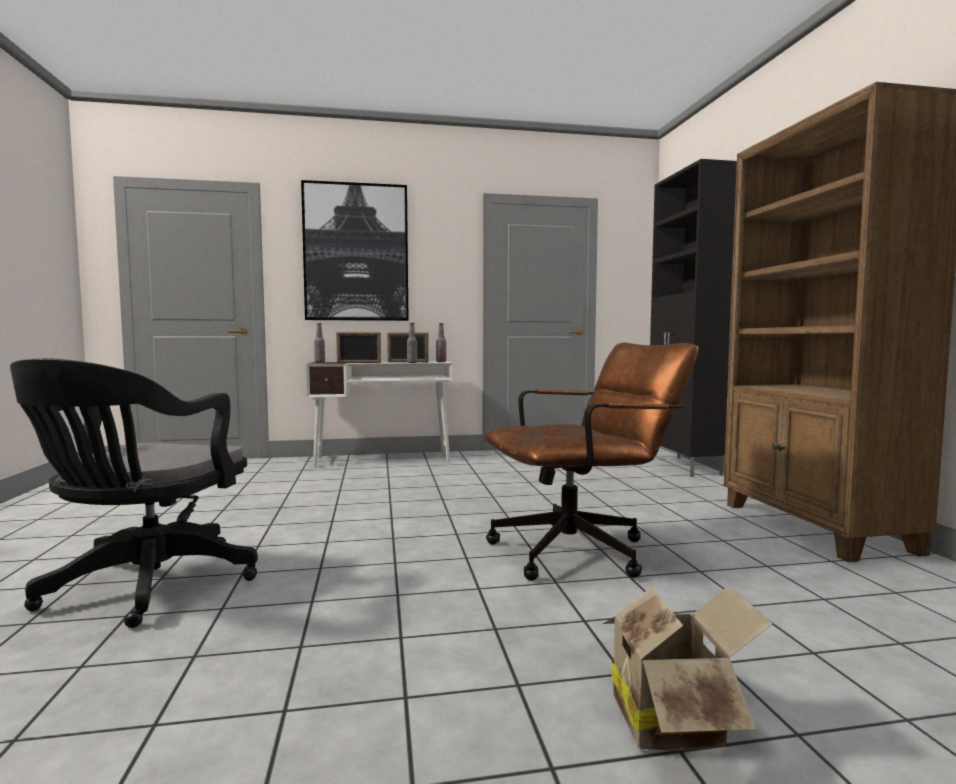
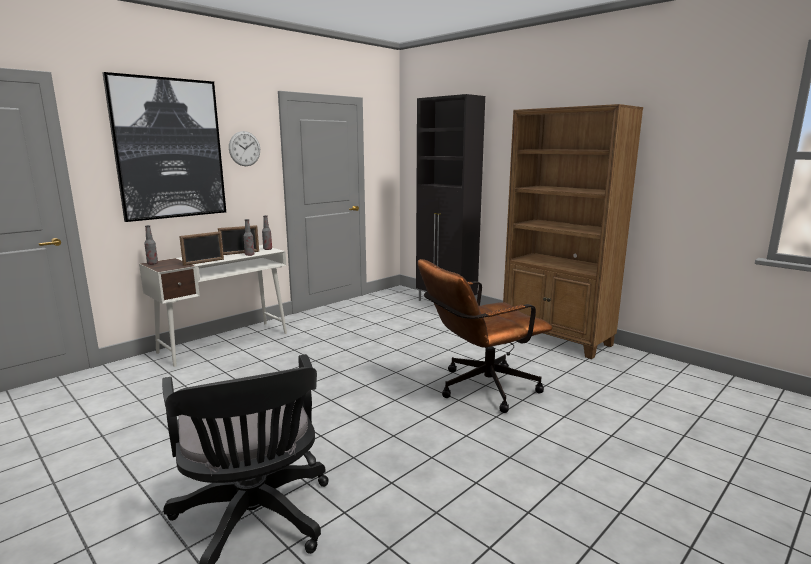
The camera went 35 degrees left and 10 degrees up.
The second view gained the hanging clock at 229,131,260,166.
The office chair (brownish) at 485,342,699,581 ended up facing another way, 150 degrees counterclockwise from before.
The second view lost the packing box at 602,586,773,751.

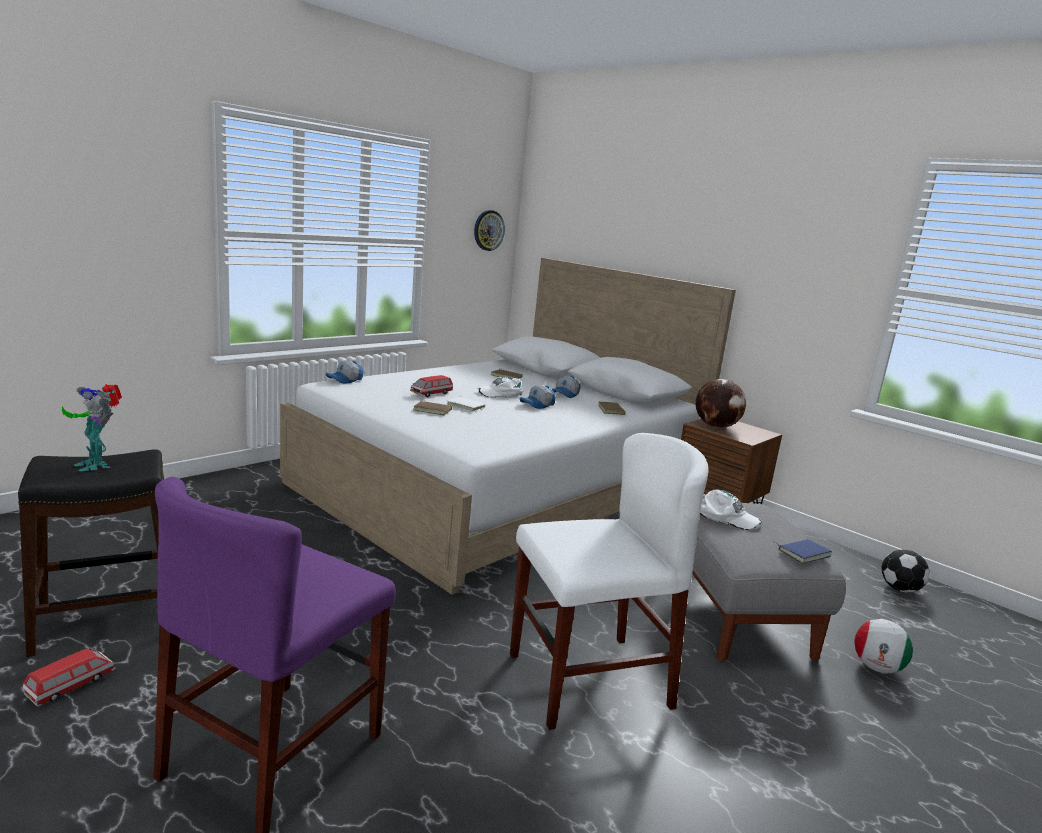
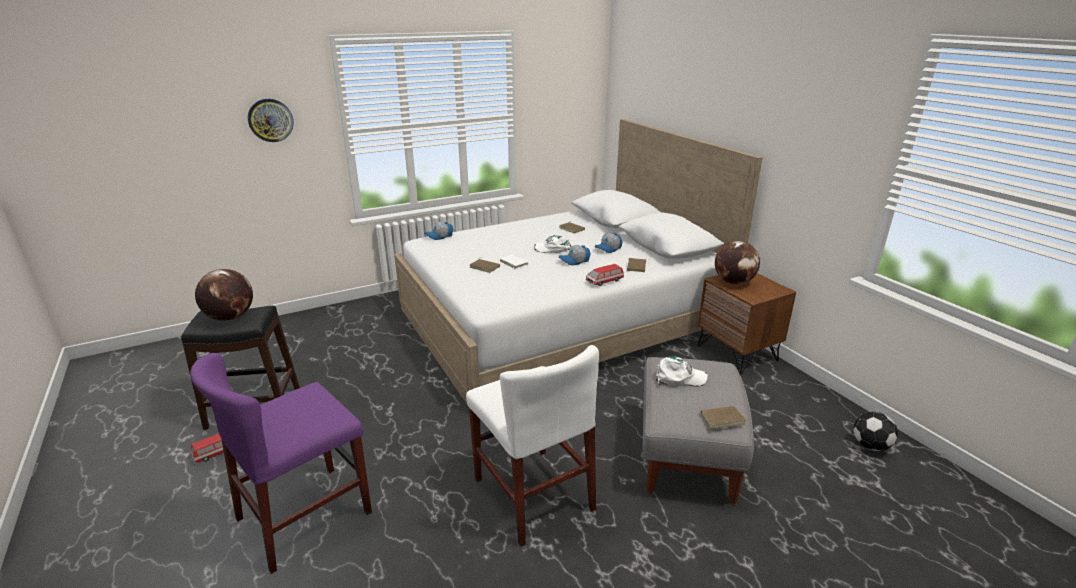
The camera went 20 degrees right and 10 degrees up.
Where the robot figure stood at 62,384,122,471, the globe came to stand at 195,269,253,321.
The hanging clock ended up elsewhere, having gone from 474,210,505,251 to 248,99,294,142.
The chair (white-coloured) at 510,433,708,730 ended up facing another way, 60 degrees clockwise from before.
The model car ended up elsewhere, having gone from 410,375,453,397 to 585,264,624,286.
The peaked cap (white-coloured) at 700,490,762,530 ended up facing another way, 45 degrees counterclockwise from before.
What was the book (bluish) at 775,539,832,563 turned into the book (brownish) at 699,406,746,429.
The second view lost the football at 854,619,913,674.

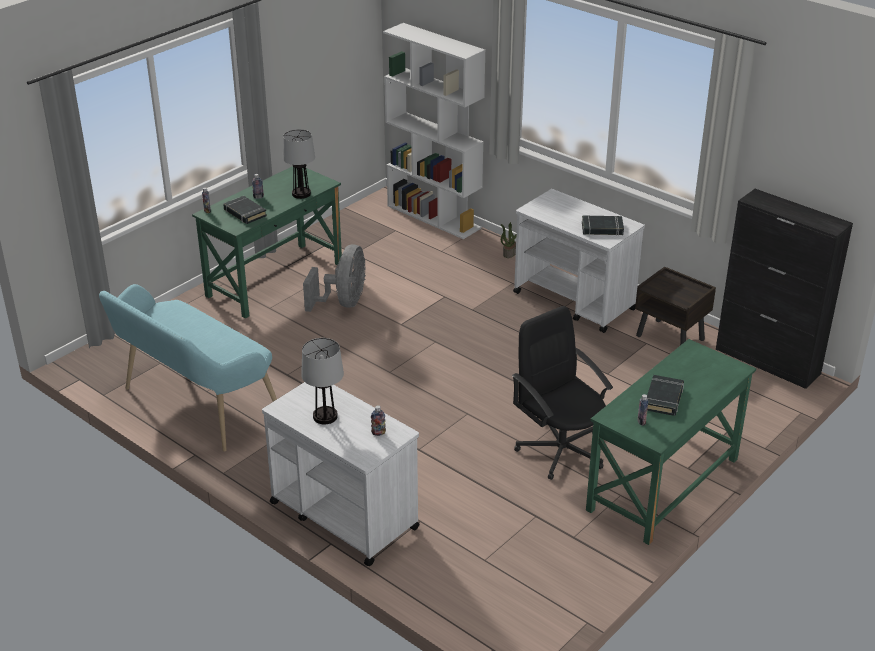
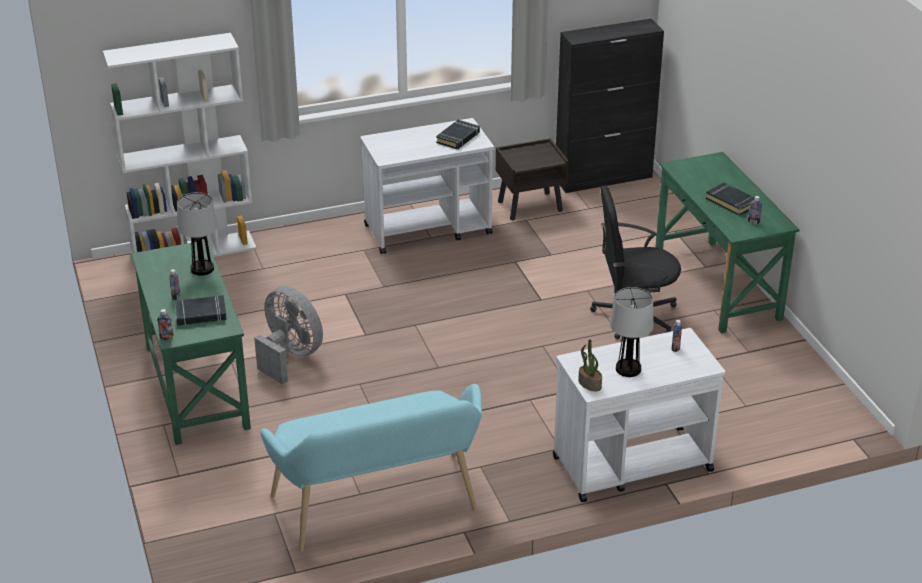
The camera went 60 degrees left and 0 degrees up.
The potted plant ended up elsewhere, having gone from 501,222,517,258 to 578,339,602,391.

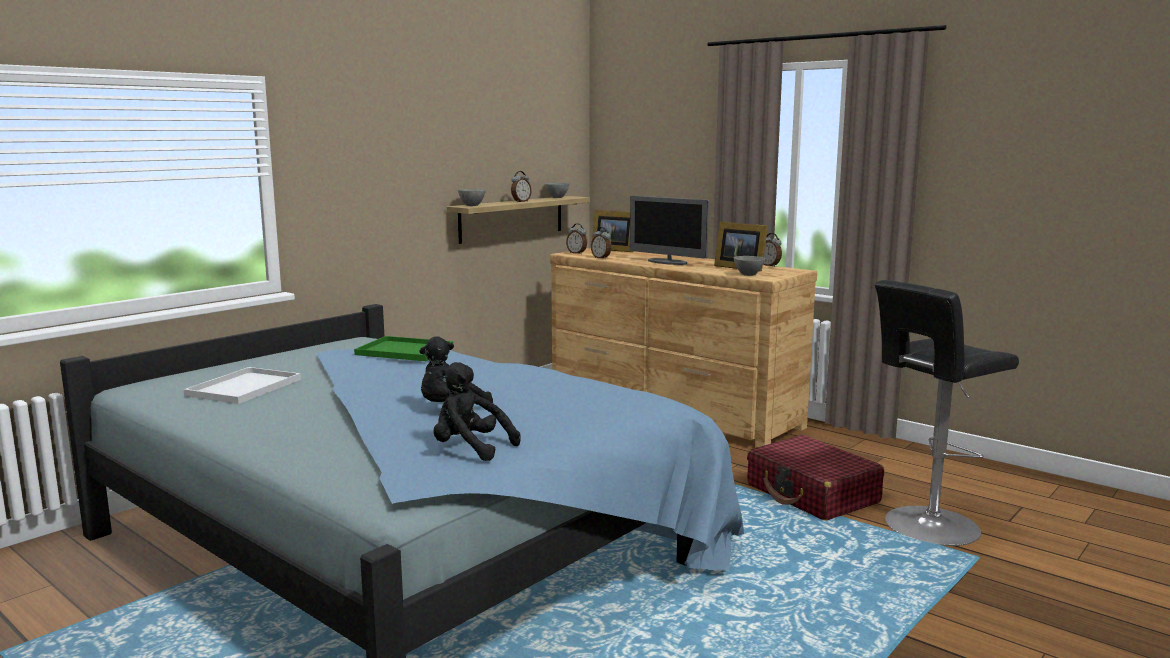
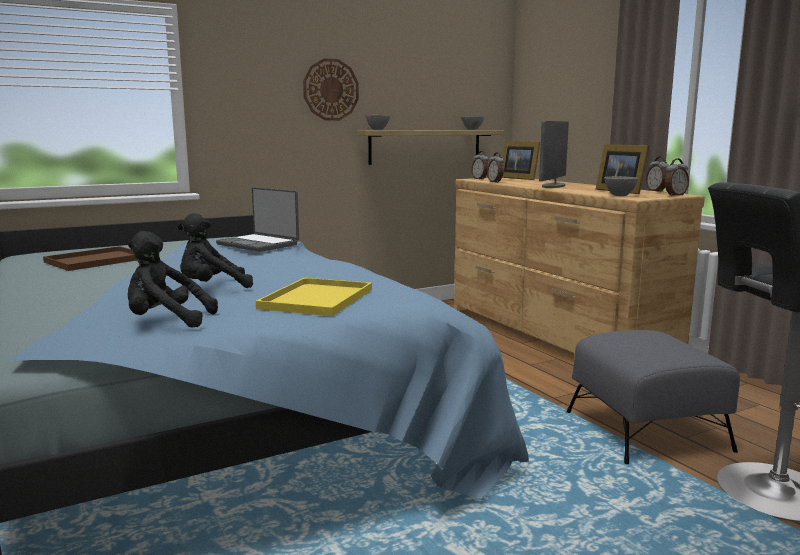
The camera went 20 degrees right and 0 degrees up.
What was the carrying tray (white-coloured) at 183,367,301,404 turned into the carrying tray (brownish) at 43,246,137,271.
The cuddly toy (blackish) at 433,362,521,461 ended up facing another way, 45 degrees counterclockwise from before.
Where the carrying tray (green) stood at 354,336,453,361, the notebook computer came to stand at 216,187,299,252.
The second view gained the carrying tray (yellow) at 256,278,372,316.
The second view gained the hanging clock at 303,58,359,121.
The computer screen at 630,196,709,265 ended up facing another way, 60 degrees clockwise from before.
Where the suitcase (red) stood at 747,435,884,520, the pouffe (grey) came to stand at 566,330,740,464.
The bedside clock ended up elsewhere, having gone from 511,171,532,203 to 665,159,689,196.

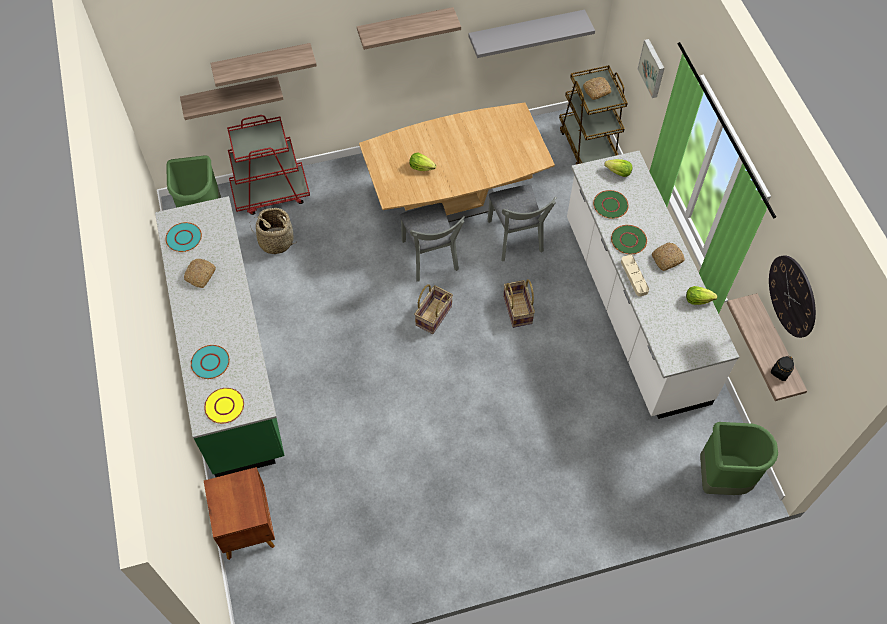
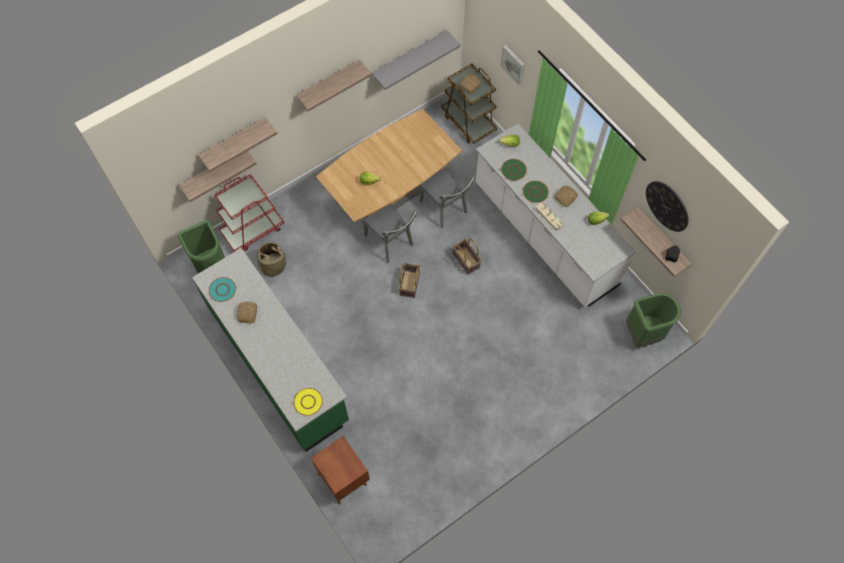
The camera went 20 degrees left and 5 degrees up.
The second view lost the dinner plate (turquoise) at 191,345,230,379.

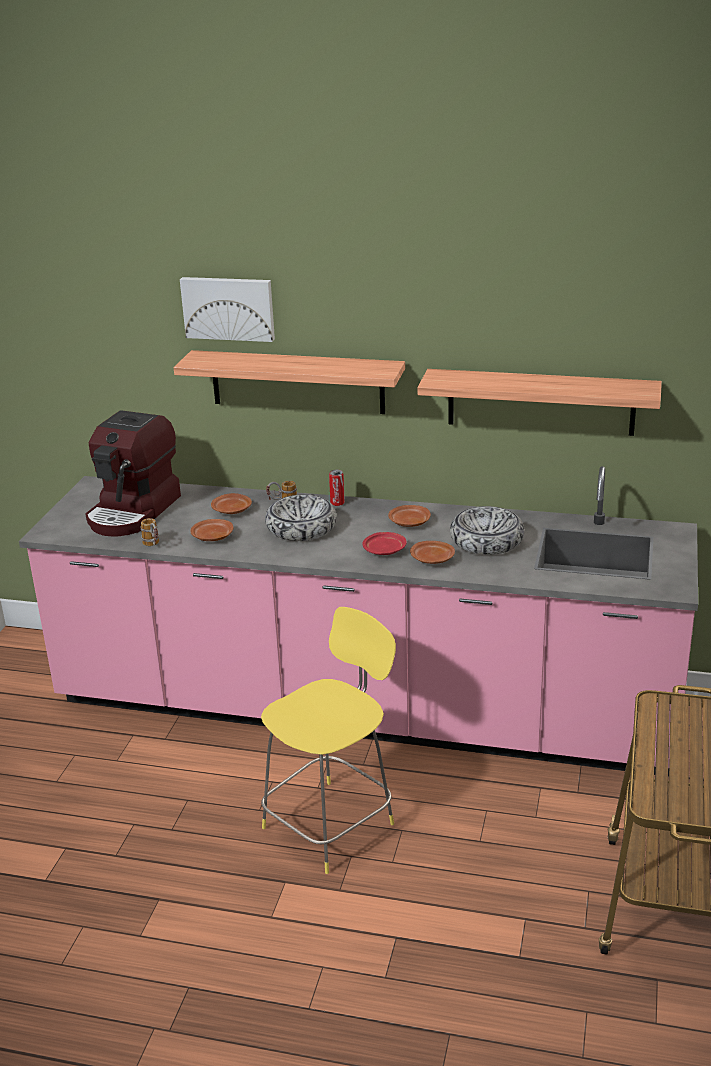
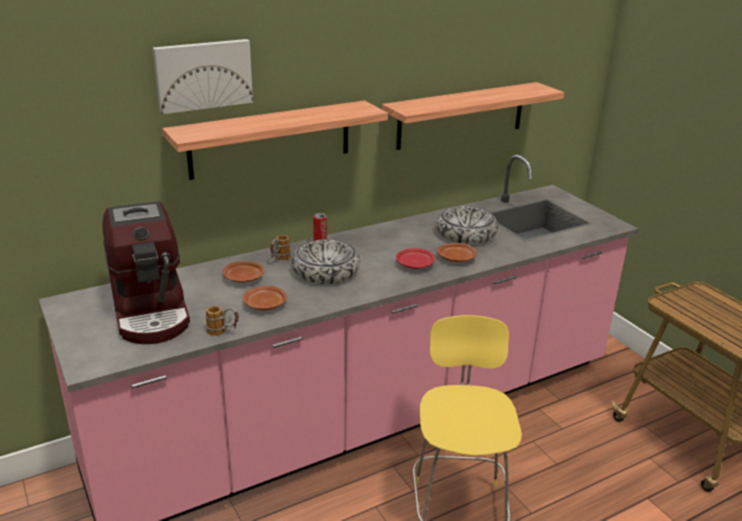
The camera went 45 degrees left and 0 degrees up.
The second view lost the dinner plate (brownish) at 388,505,431,527.

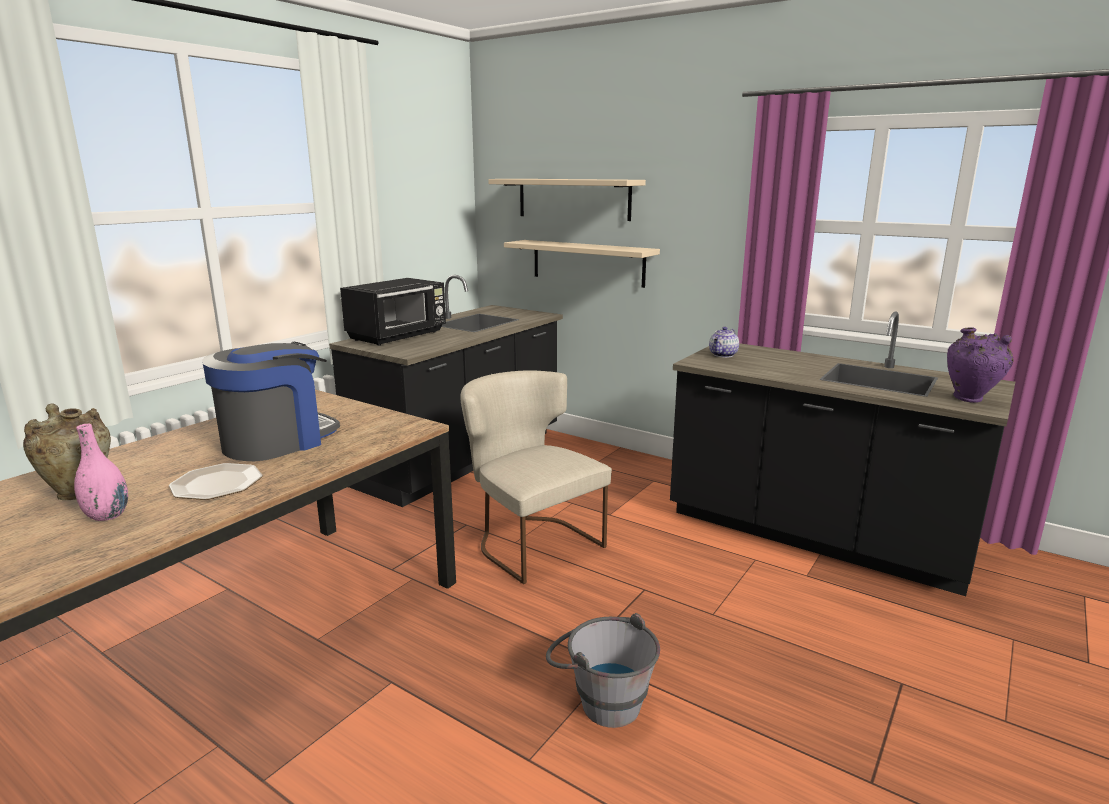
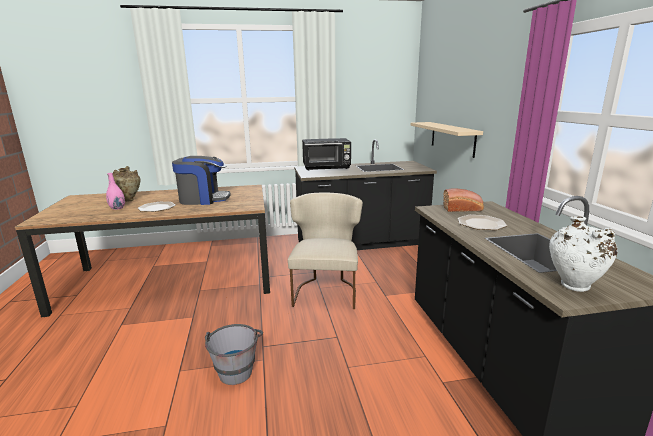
The camera went 45 degrees right and 0 degrees up.
Where the pot for tea stood at 709,327,739,358, the bakery bread came to stand at 444,188,484,212.
The second view gained the dinner plate at 458,215,507,230.
What was the vase (purplish) at 947,327,1014,403 turned into the vase (white-coloured) at 549,216,618,292.
The second view lost the bracket shelf (sand-coloured) at 488,179,646,221.

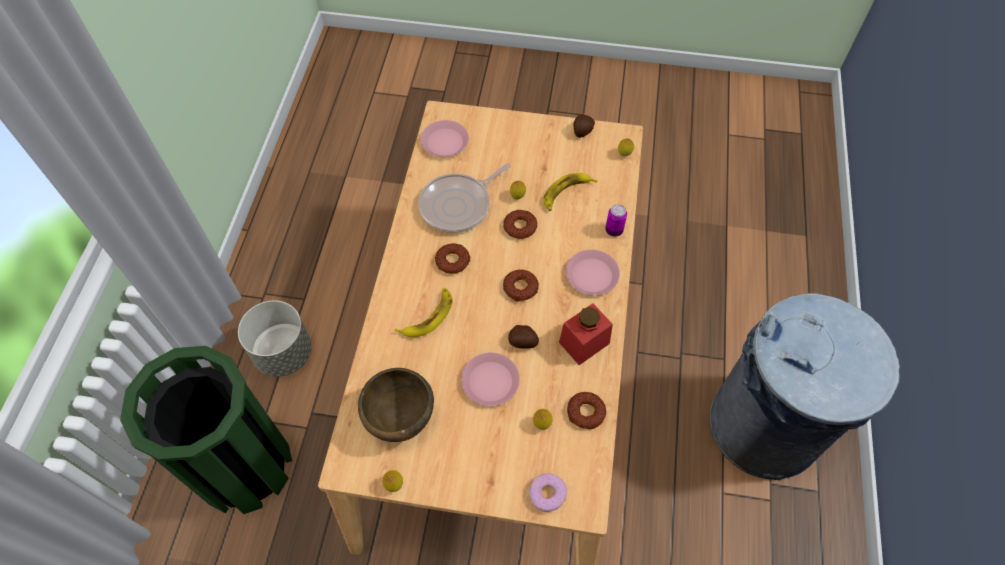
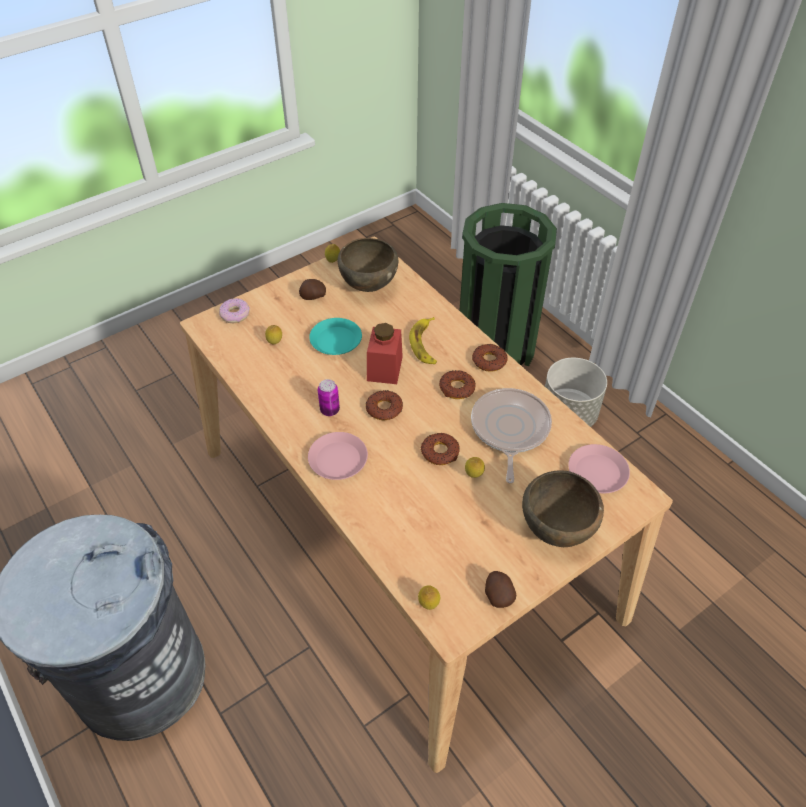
The camera went 135 degrees right and 10 degrees down.
The potato ended up elsewhere, having gone from 508,325,539,349 to 299,279,326,300.
What was the dinner plate (pink) at 461,352,520,406 turned into the dinner plate (turquoise) at 309,318,362,355.
The metal can ended up elsewhere, having gone from 605,204,627,237 to 318,379,340,416.
The jar (red) ended up elsewhere, having gone from 559,303,613,365 to 367,323,403,384.
The doughnut ended up elsewhere, having gone from 567,392,607,429 to 472,343,508,372.
The second view gained the deep dish (brownish) at 522,470,604,547.
The second view lost the banana at 543,173,597,211.

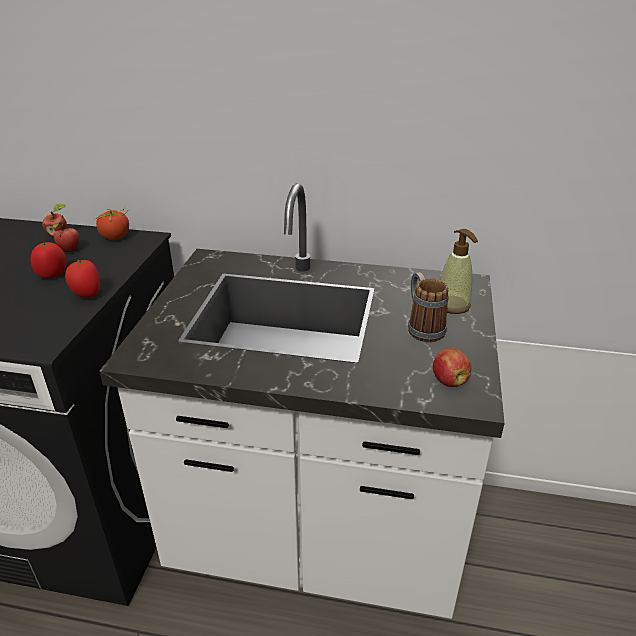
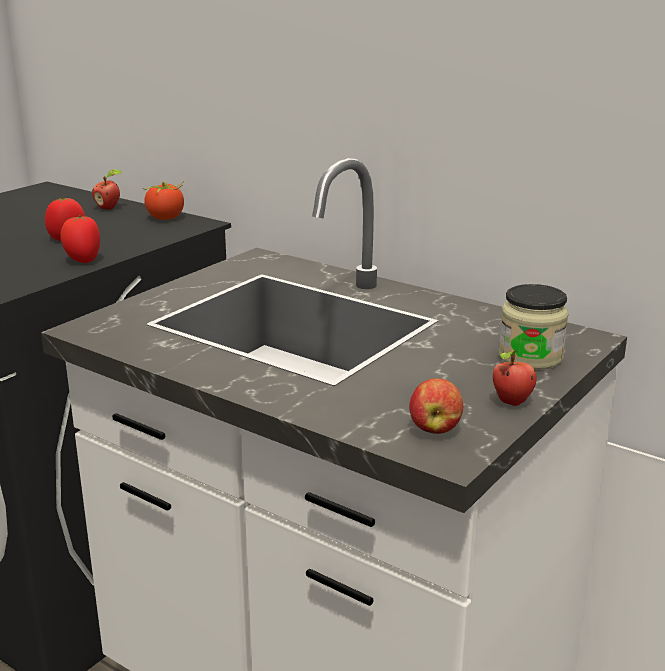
The camera went 25 degrees right and 10 degrees down.
The apple ended up elsewhere, having gone from 53,222,79,252 to 493,350,537,406.
Where the soap dispenser stood at 440,229,478,314, the jar came to stand at 499,284,569,370.
The second view lost the tea mug at 408,272,449,342.

